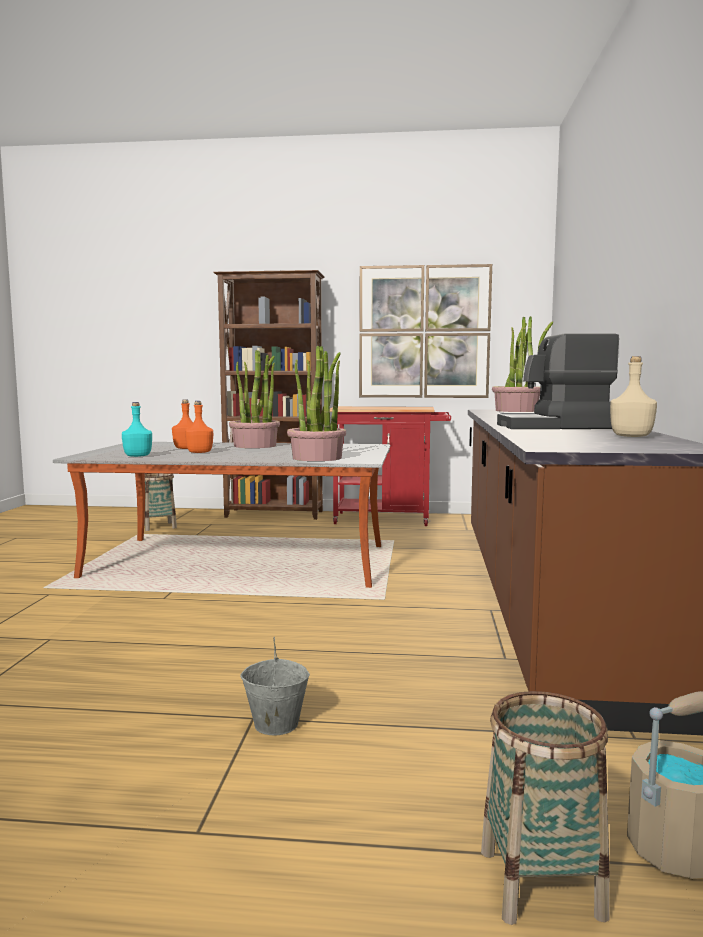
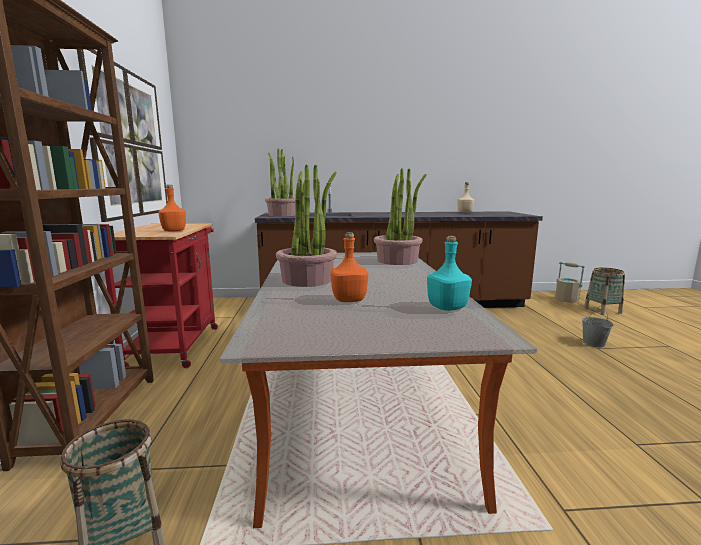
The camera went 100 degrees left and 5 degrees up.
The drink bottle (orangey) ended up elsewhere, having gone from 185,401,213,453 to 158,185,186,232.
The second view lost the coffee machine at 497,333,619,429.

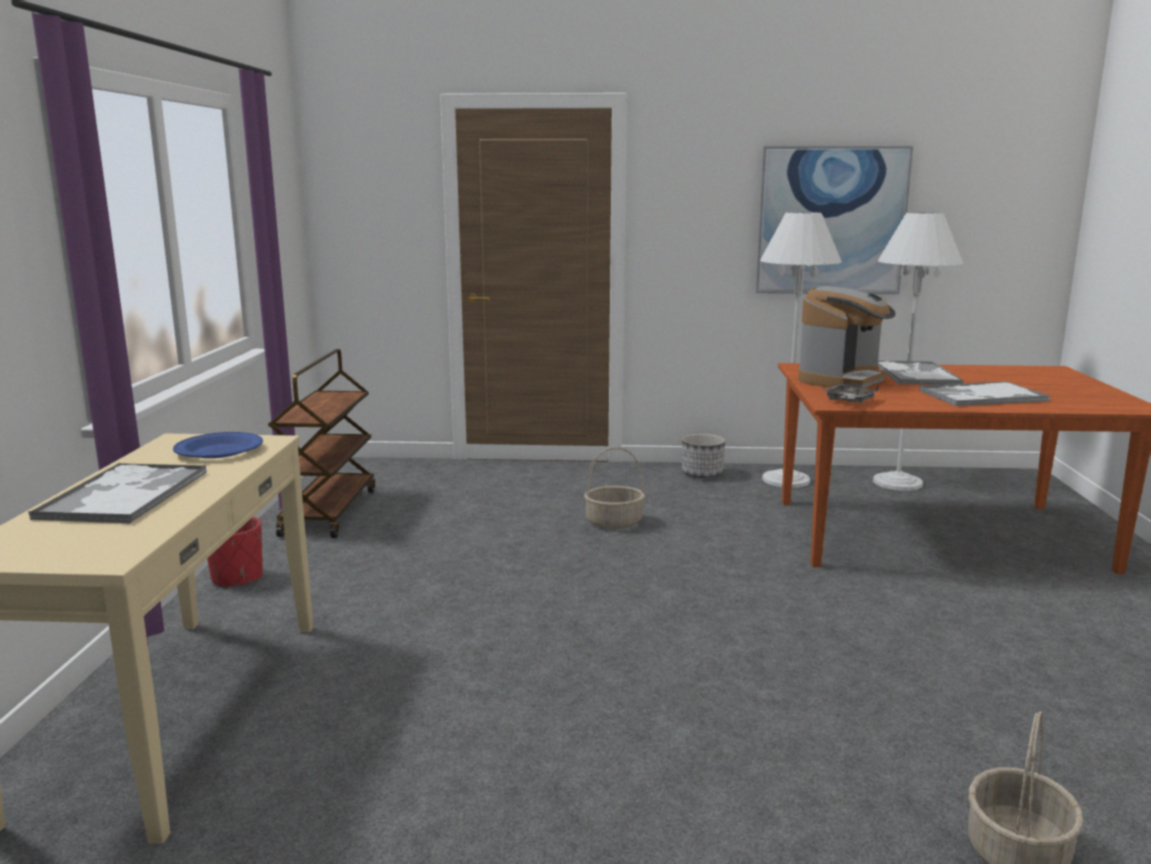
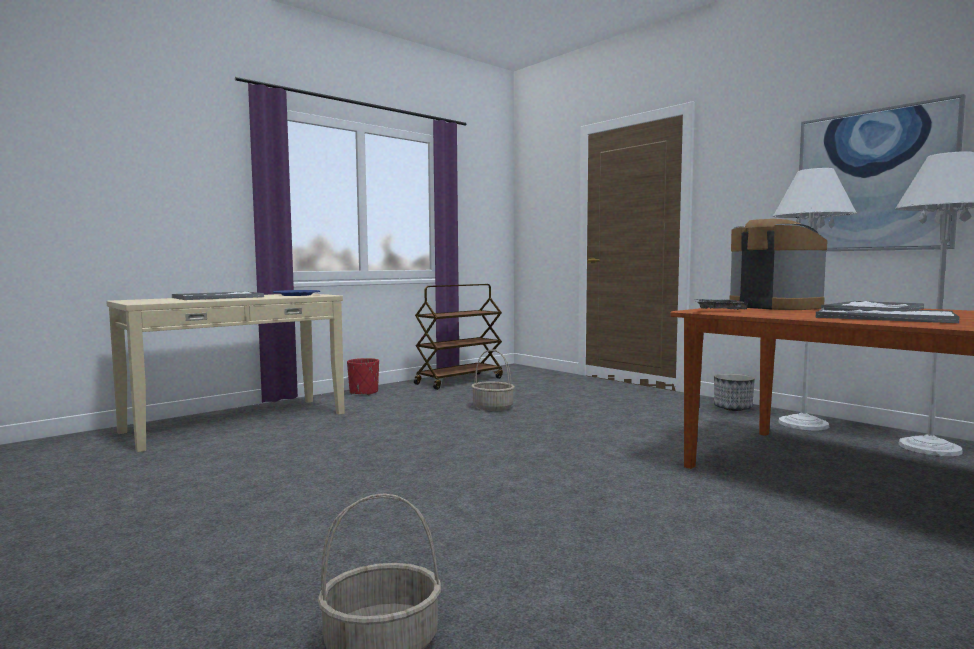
The camera went 45 degrees right and 10 degrees down.
The household basket ended up elsewhere, having gone from 584,447,645,529 to 471,349,515,411.
The coffee machine at 798,286,896,388 ended up facing another way, 120 degrees counterclockwise from before.

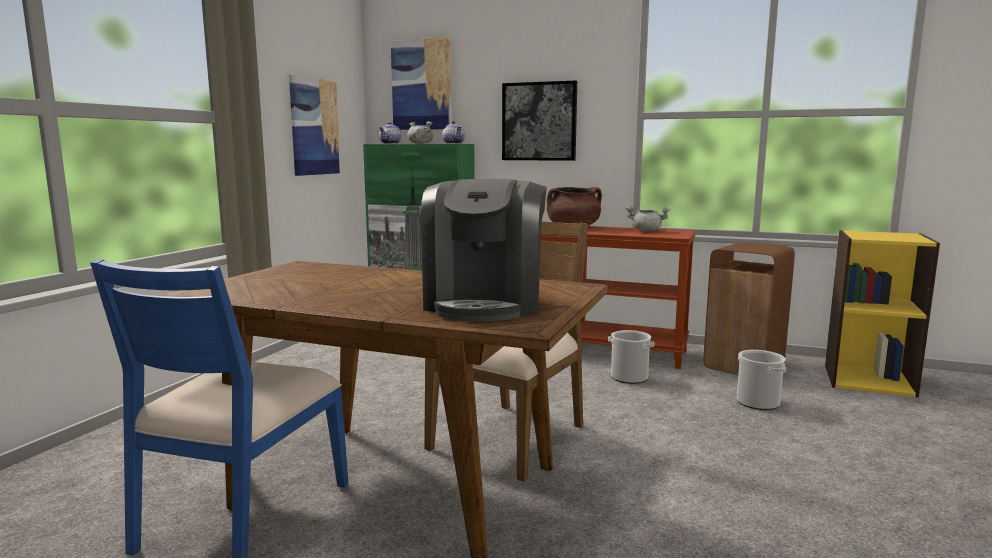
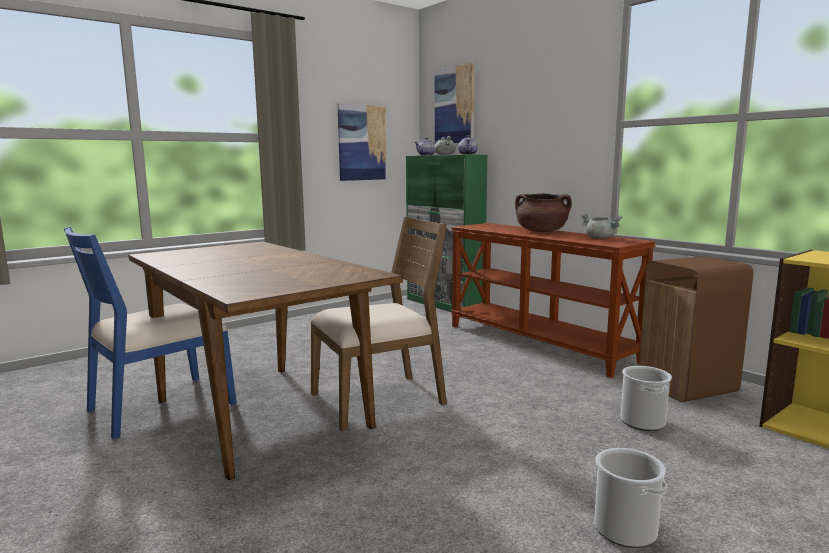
The camera went 30 degrees right and 0 degrees up.
The pail ended up elsewhere, having gone from 608,330,654,384 to 594,448,667,548.
The second view lost the coffee machine at 421,179,547,321.
The second view lost the picture at 502,81,577,161.

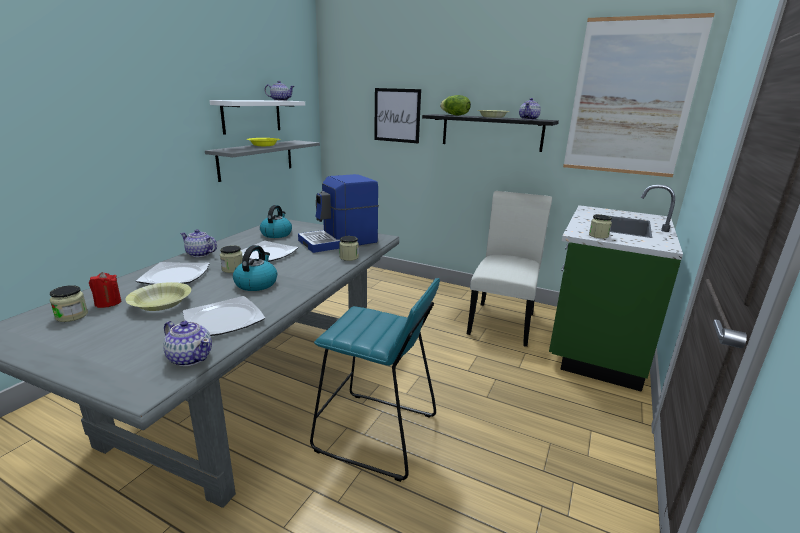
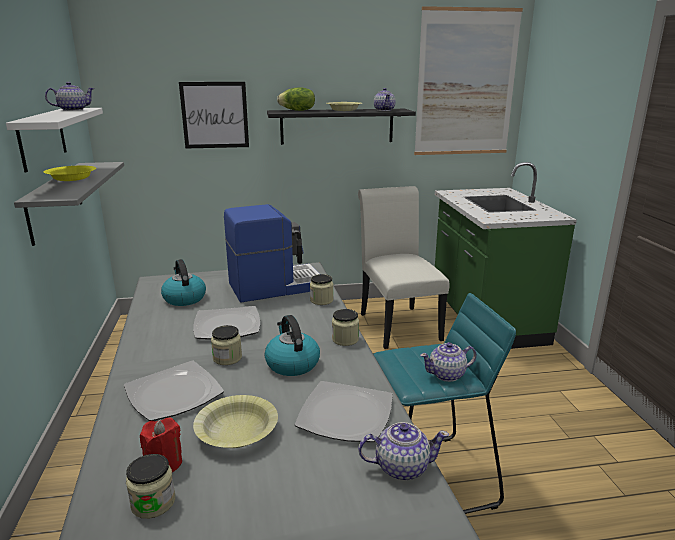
The camera went 35 degrees left and 0 degrees up.
The coffee machine at 298,174,378,253 ended up facing another way, 135 degrees counterclockwise from before.
The jar ended up elsewhere, having gone from 589,215,612,239 to 332,309,359,346.
The pot for tea ended up elsewhere, having gone from 180,229,217,257 to 420,342,476,382.

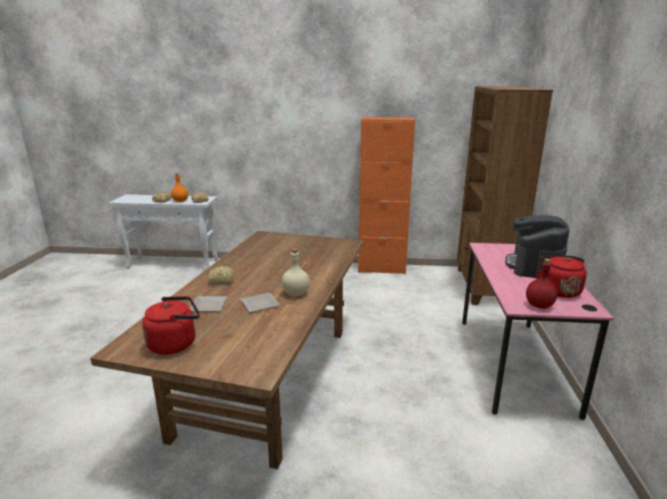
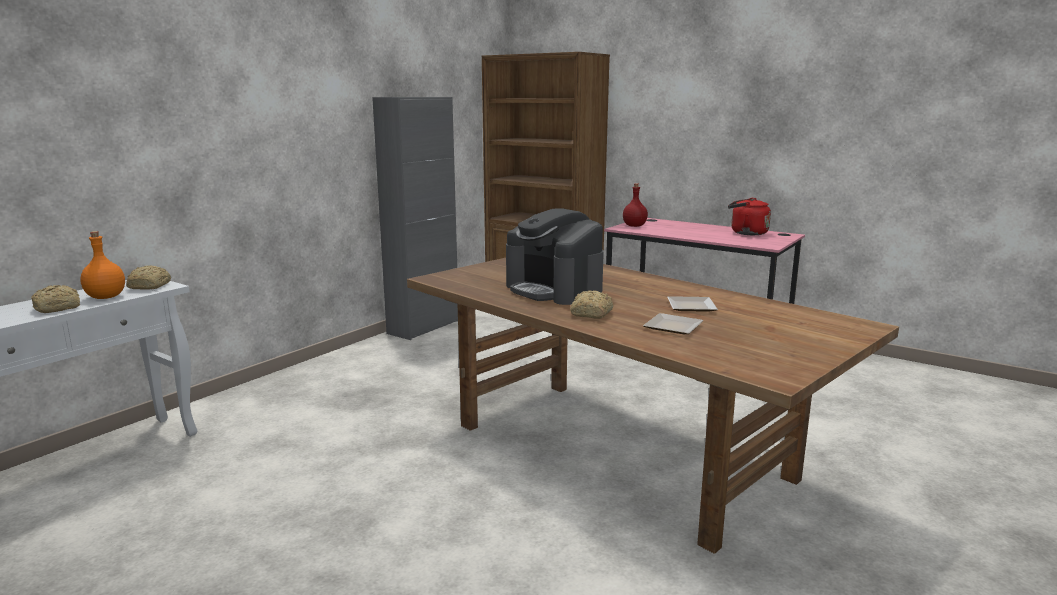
The camera went 60 degrees left and 5 degrees down.
What was the cabinet (orangey) at 358,117,415,274 turned into the cabinet (grey) at 372,97,458,340.
The coffee machine ended up elsewhere, having gone from 505,215,569,279 to 506,208,604,305.
The drink bottle (red) ended up elsewhere, having gone from 526,259,557,308 to 623,183,648,227.
The second view lost the tea kettle (red) at 142,296,200,355.
The second view lost the drink bottle (sand-coloured) at 282,249,310,296.

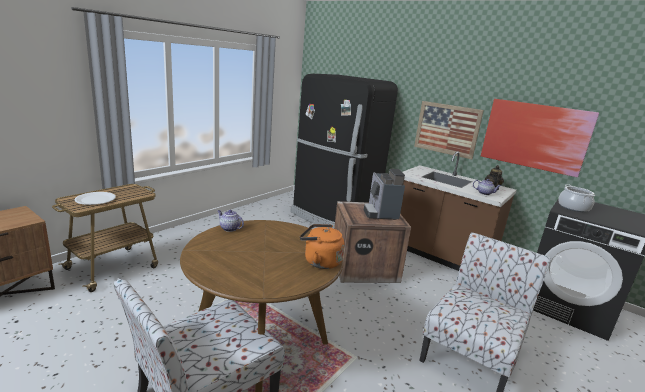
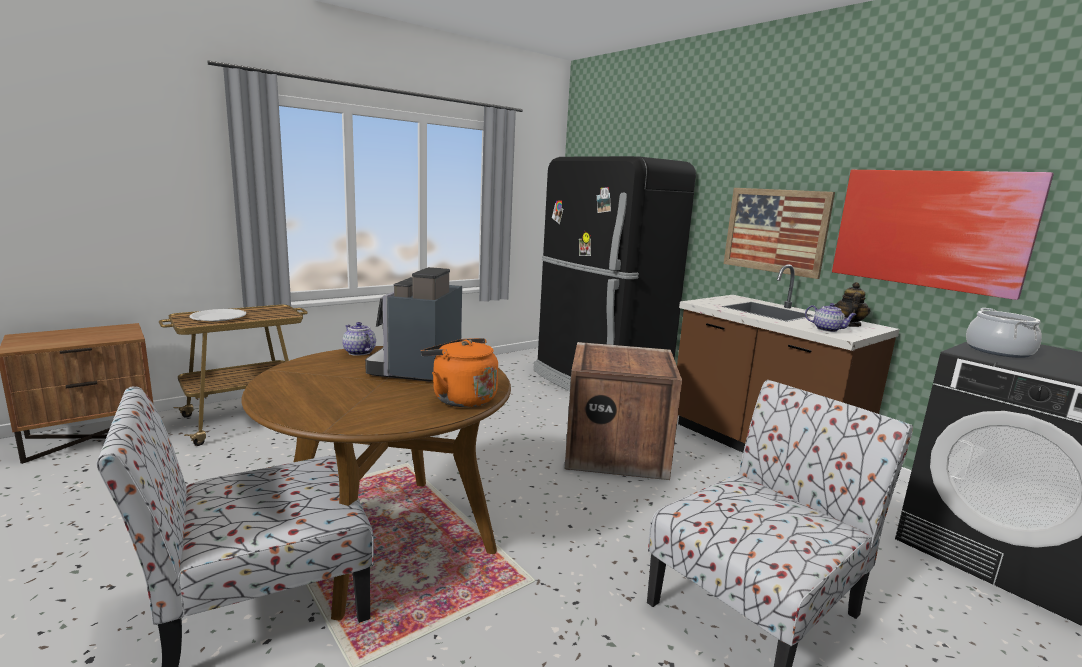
The camera went 15 degrees right and 5 degrees down.
The coffee machine ended up elsewhere, having gone from 364,169,405,220 to 365,267,462,382.

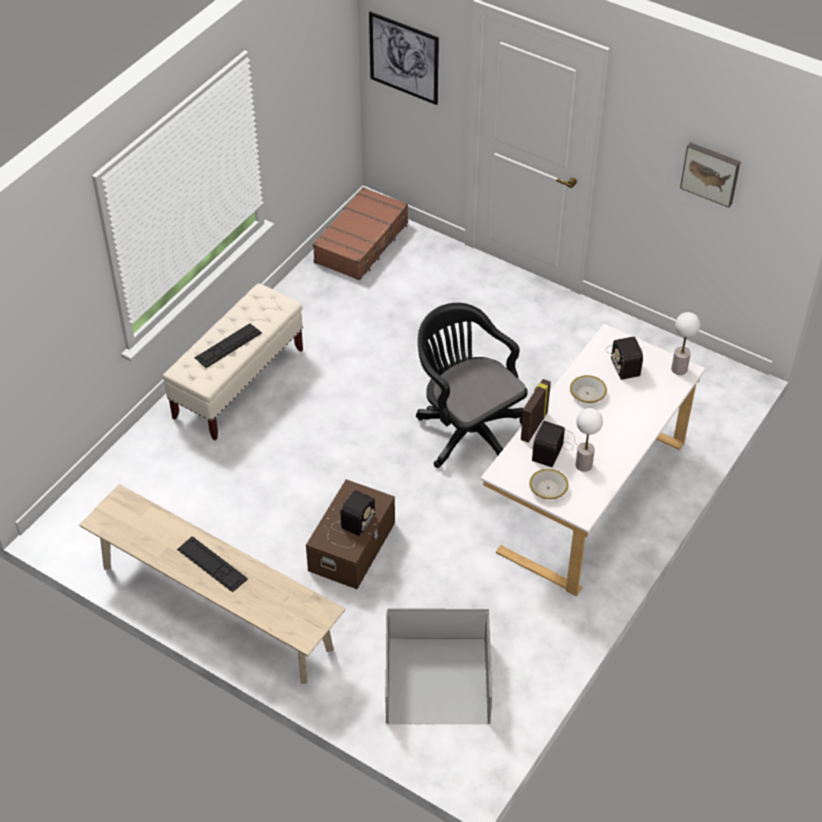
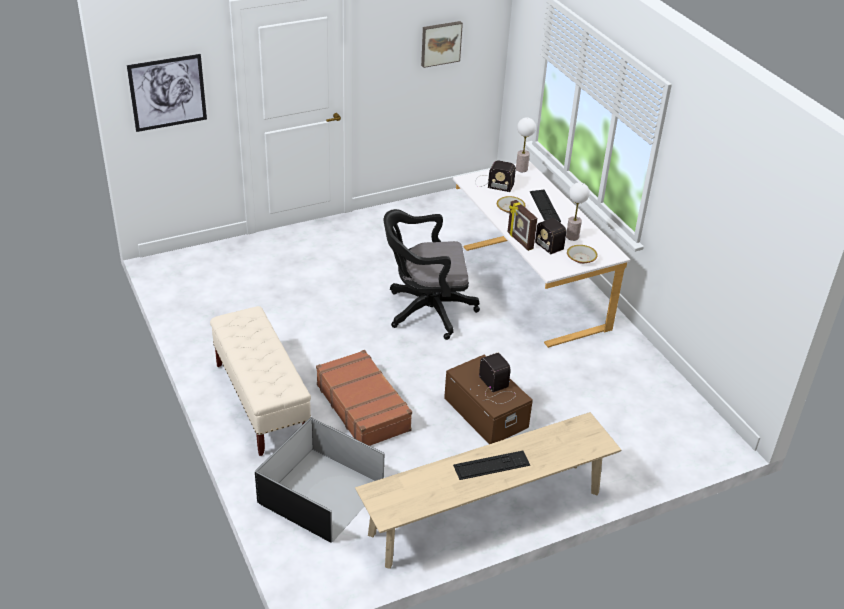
The camera went 60 degrees left and 10 degrees down.
The storage bin (blackish) ended up elsewhere, having gone from 385,609,492,724 to 255,417,384,543.
The suitcase (brownish) ended up elsewhere, having gone from 313,187,408,280 to 316,350,412,446.
The keyboard ended up elsewhere, having gone from 195,323,262,368 to 530,190,561,223.

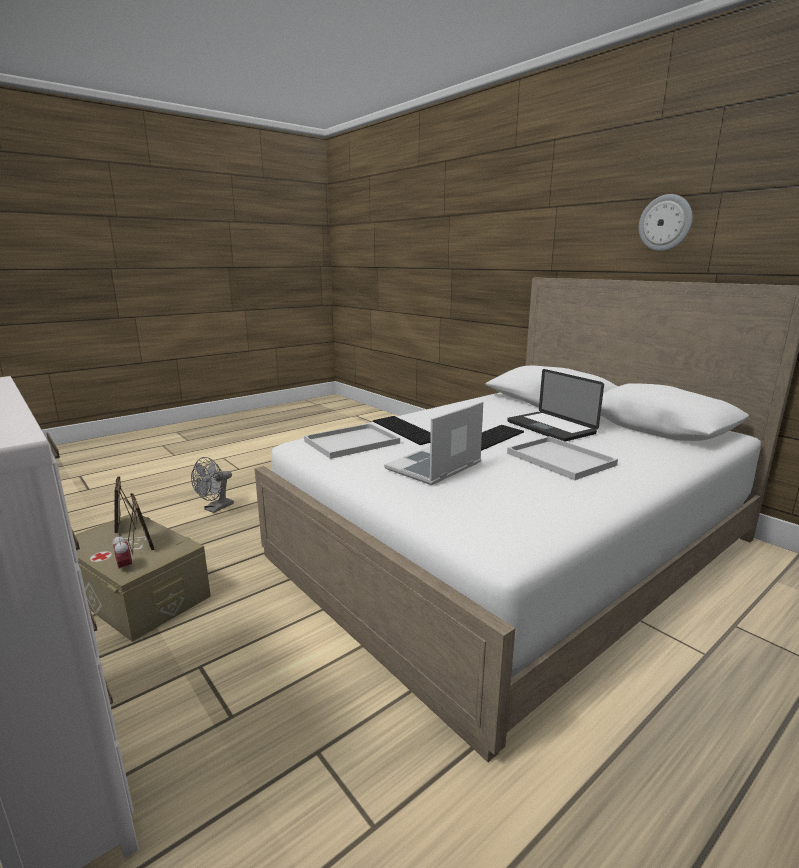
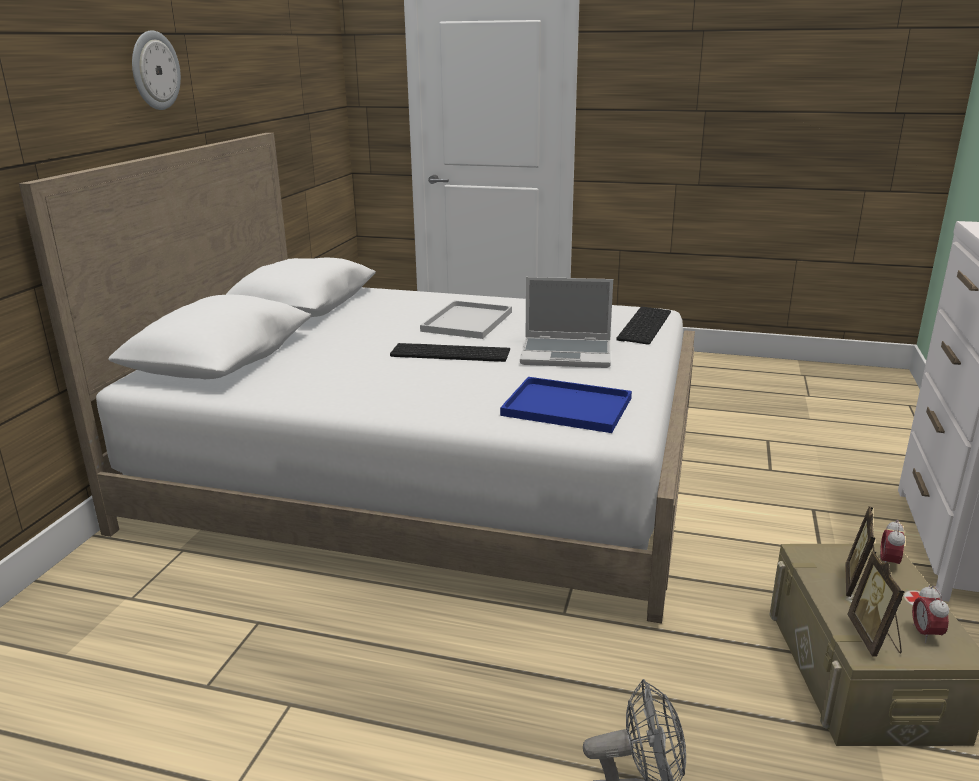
The camera went 125 degrees left and 5 degrees up.
What was the carrying tray (white-coloured) at 304,423,400,459 turned into the carrying tray (bluish) at 500,377,632,433.
The keyboard ended up elsewhere, having gone from 373,416,431,445 to 616,307,671,345.
The photo frame at 114,476,137,533 ended up facing another way, 150 degrees clockwise from before.
The second view gained the bedside clock at 912,585,949,643.
The second view lost the notebook computer at 507,369,604,442.

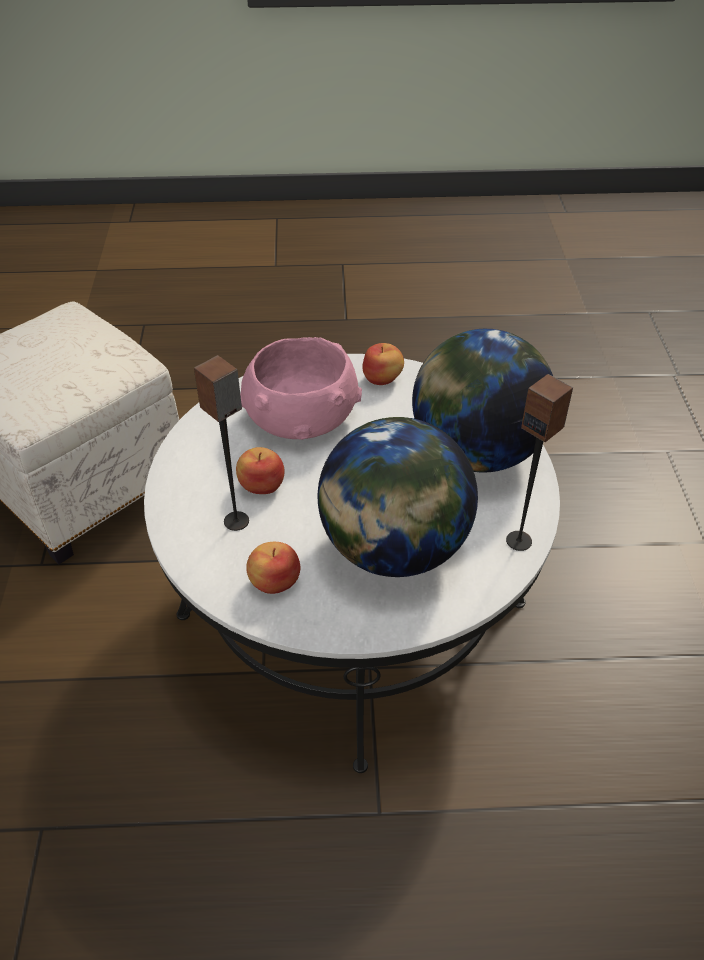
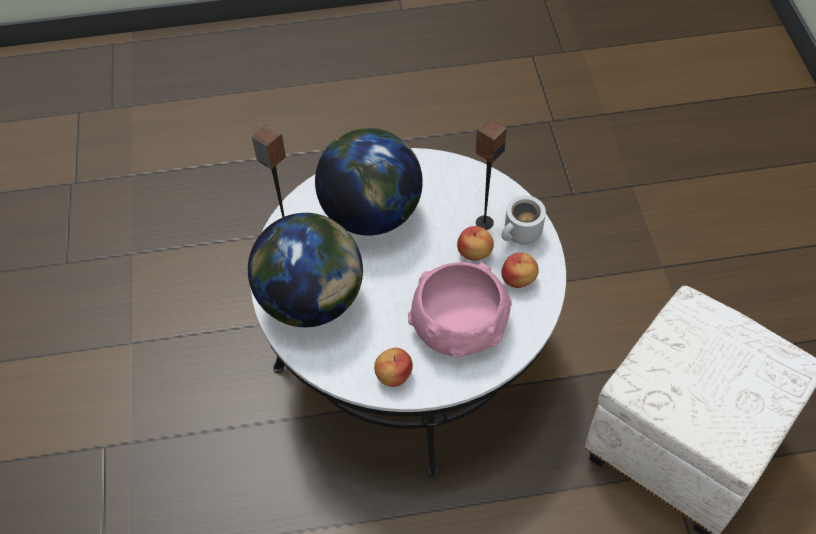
The camera went 175 degrees right and 10 degrees up.
The apple ended up elsewhere, having gone from 246,542,300,594 to 501,252,539,288.
The second view gained the tea mug (white-coloured) at 502,196,546,245.

